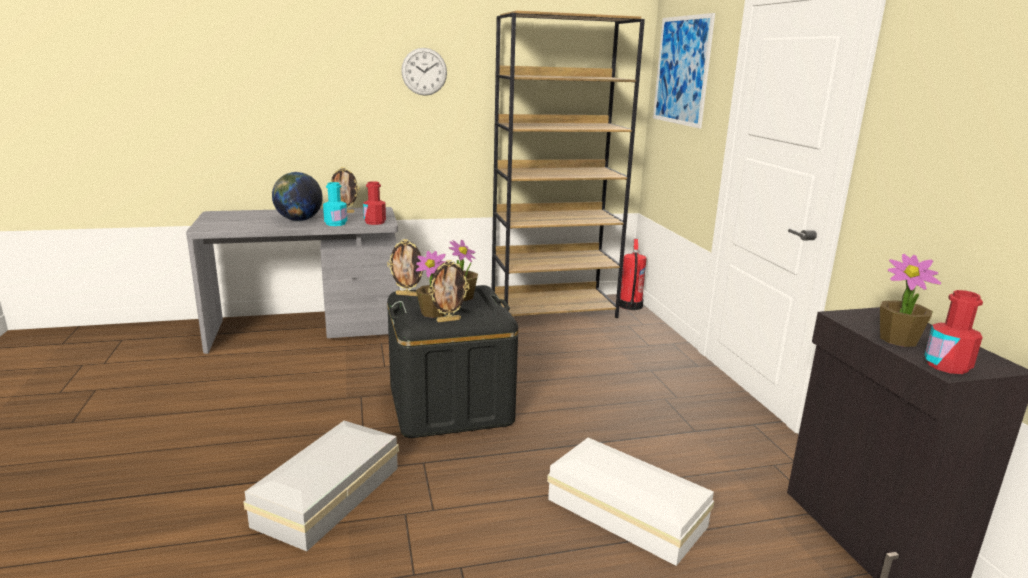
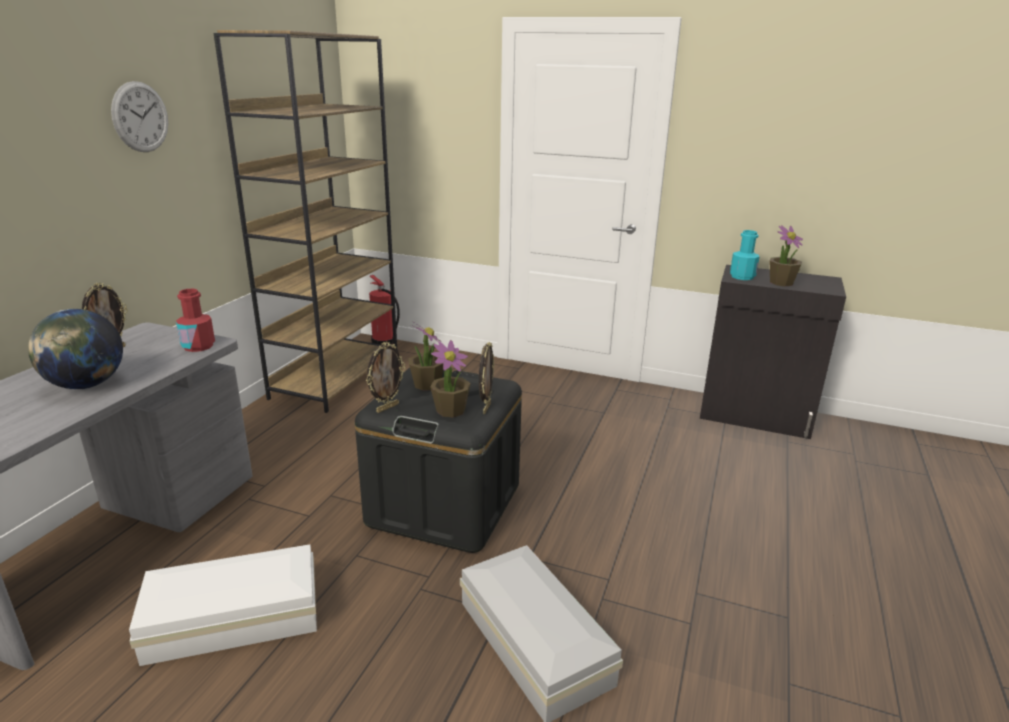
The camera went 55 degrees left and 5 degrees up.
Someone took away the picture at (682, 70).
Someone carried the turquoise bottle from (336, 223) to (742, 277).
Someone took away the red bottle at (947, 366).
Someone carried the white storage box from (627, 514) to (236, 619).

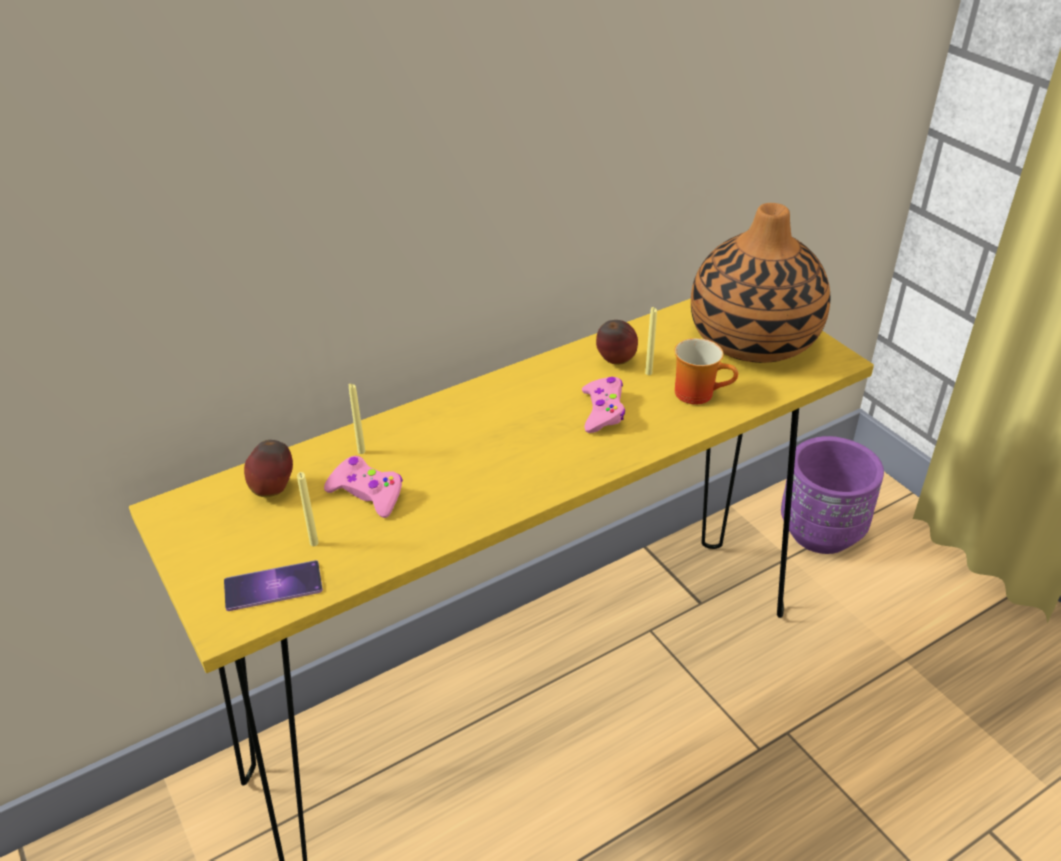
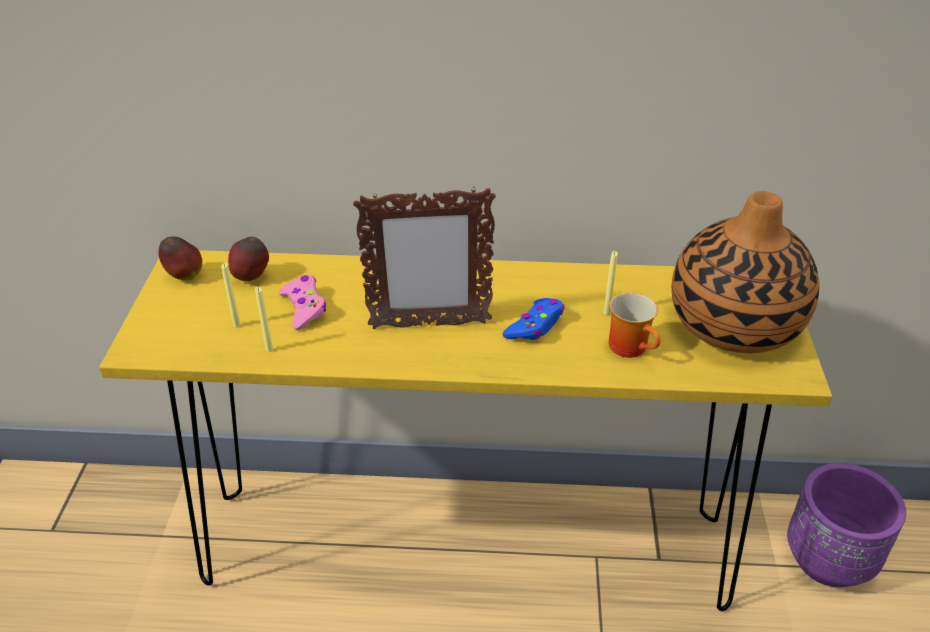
The camera went 35 degrees right and 0 degrees up.
Someone carried the apple from (615, 362) to (184, 277).
Someone repainted the pink game controller at (603, 411), which became the blue game controller at (535, 326).
Someone carried the yellow candle from (361, 451) to (269, 349).
Someone took away the phone at (273, 586).
Someone put down the picture frame at (428, 325).

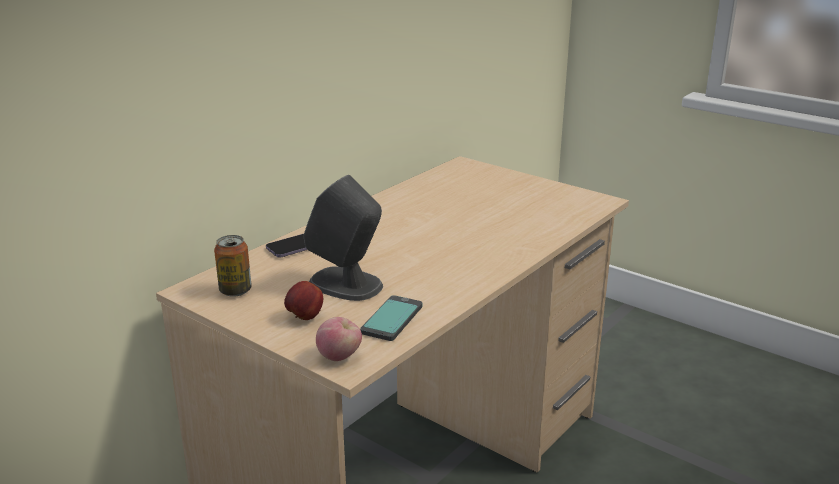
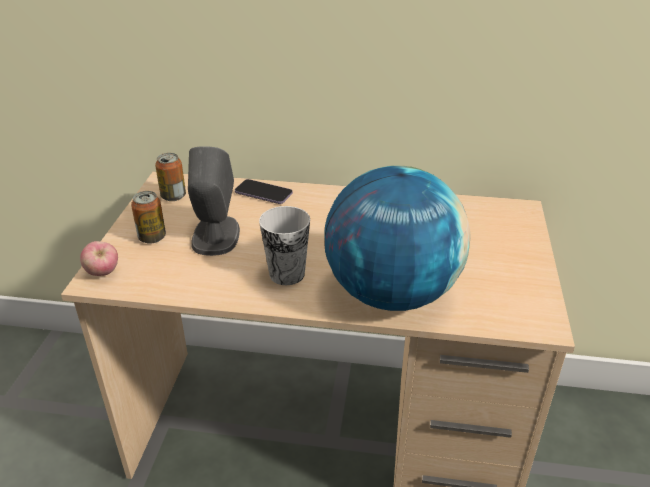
The camera went 60 degrees right and 10 degrees up.
Someone swapped the apple at (305, 317) for the can at (152, 237).
Someone took away the phone at (391, 319).
Someone put down the globe at (391, 294).
Someone put down the cup at (287, 274).

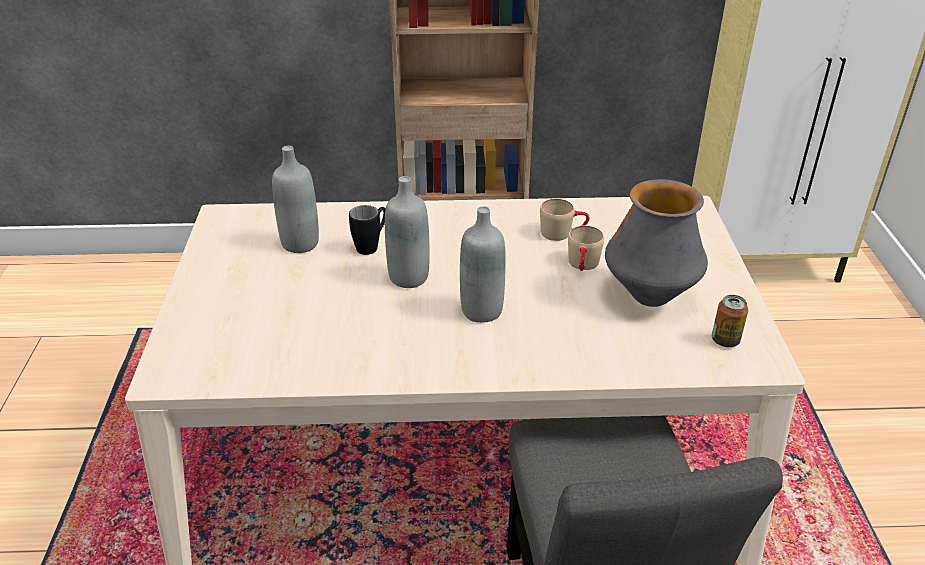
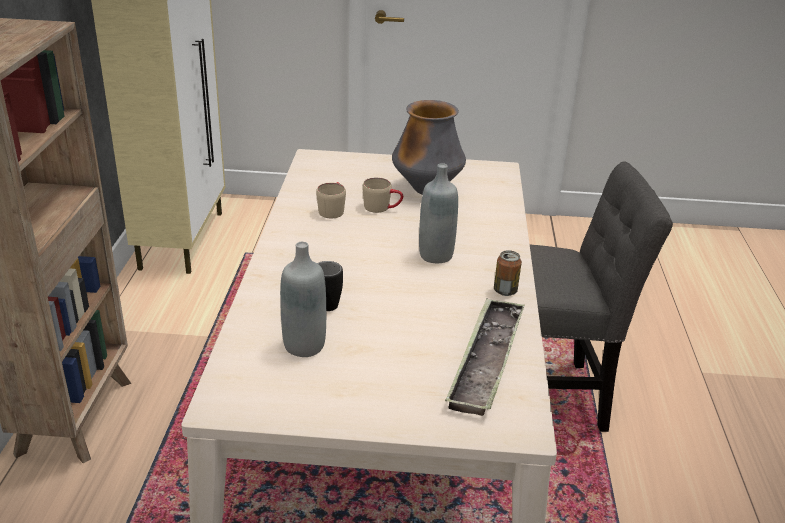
The camera went 85 degrees left and 5 degrees down.
Someone took away the grey bottle at (409, 277).
Someone carried the can from (725, 340) to (505, 291).
Someone put down the tray at (486, 361).

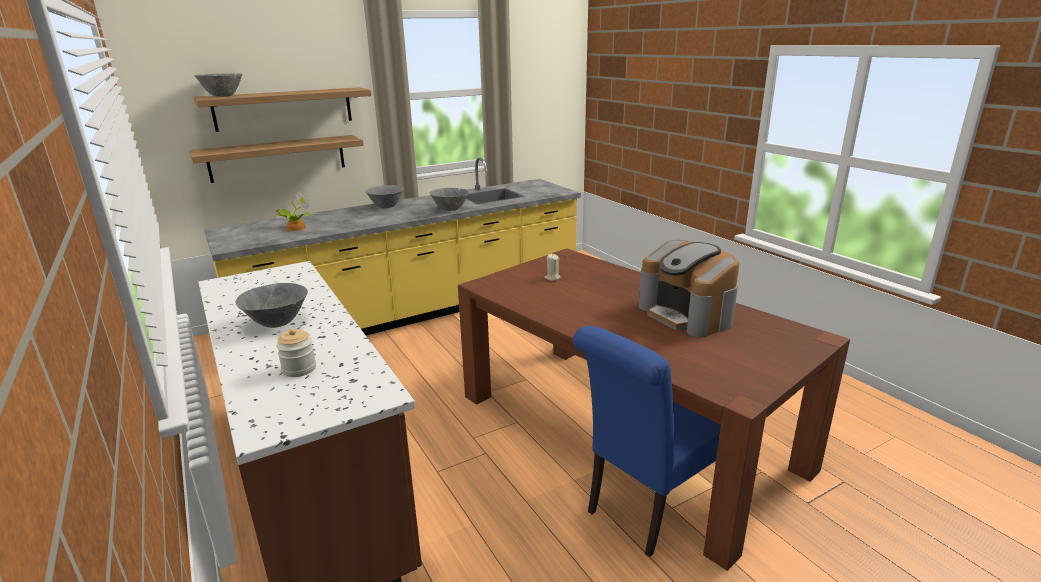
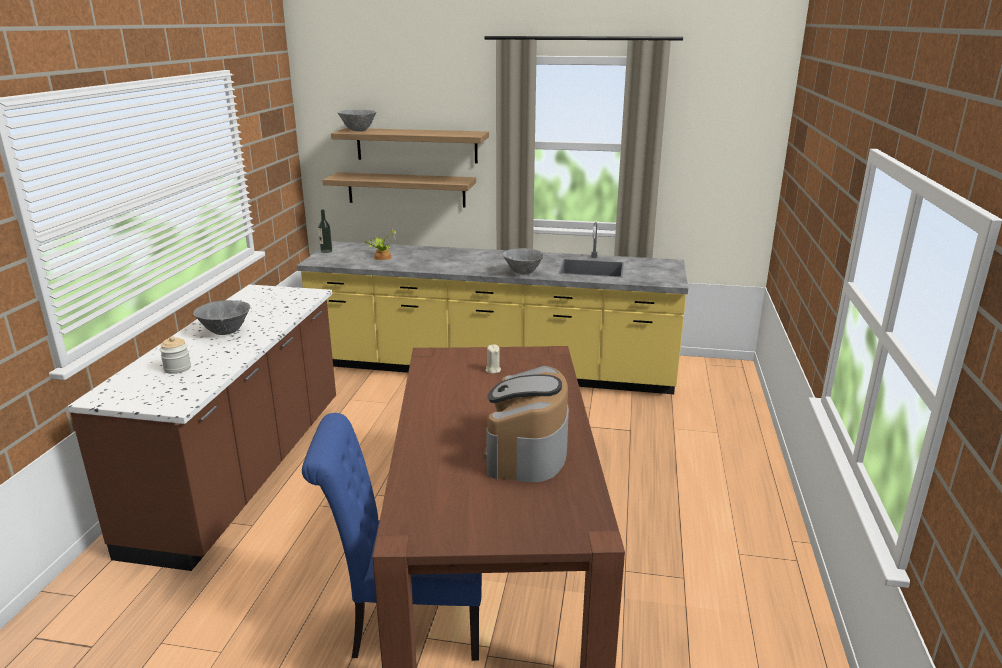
The camera went 40 degrees right and 0 degrees up.
Someone took away the grey bowl at (386, 207).
Someone put down the bottle at (326, 251).

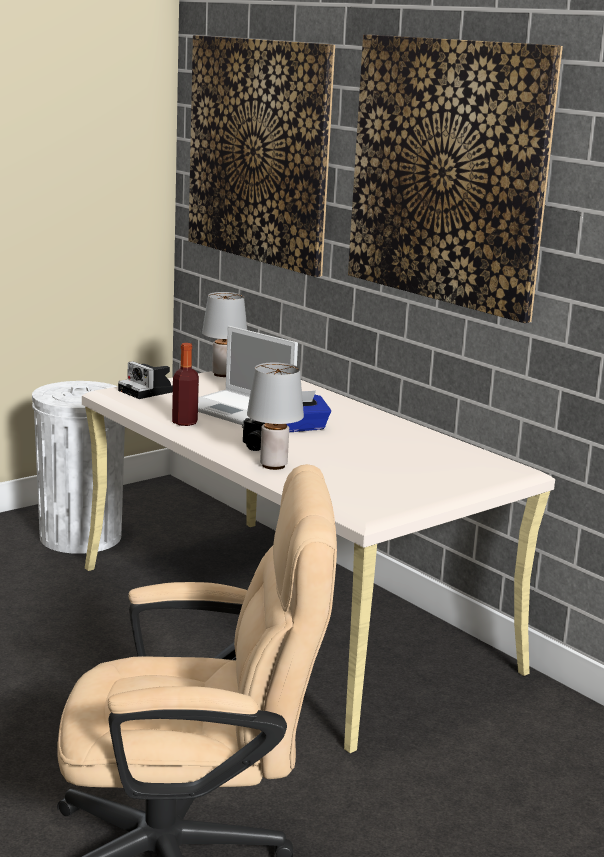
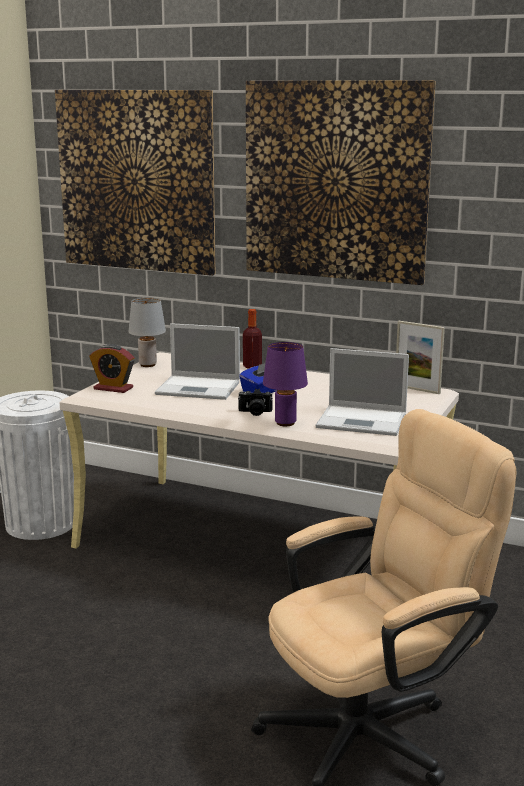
The camera went 25 degrees left and 0 degrees up.
Someone carried the bottle from (184, 422) to (252, 366).
Someone swapped the photo camera at (148, 391) for the alarm clock at (113, 388).
Someone repainted the grey table lamp at (273, 465), which became the purple table lamp at (285, 423).
Someone put down the picture frame at (417, 389).
Someone put down the laptop at (363, 421).

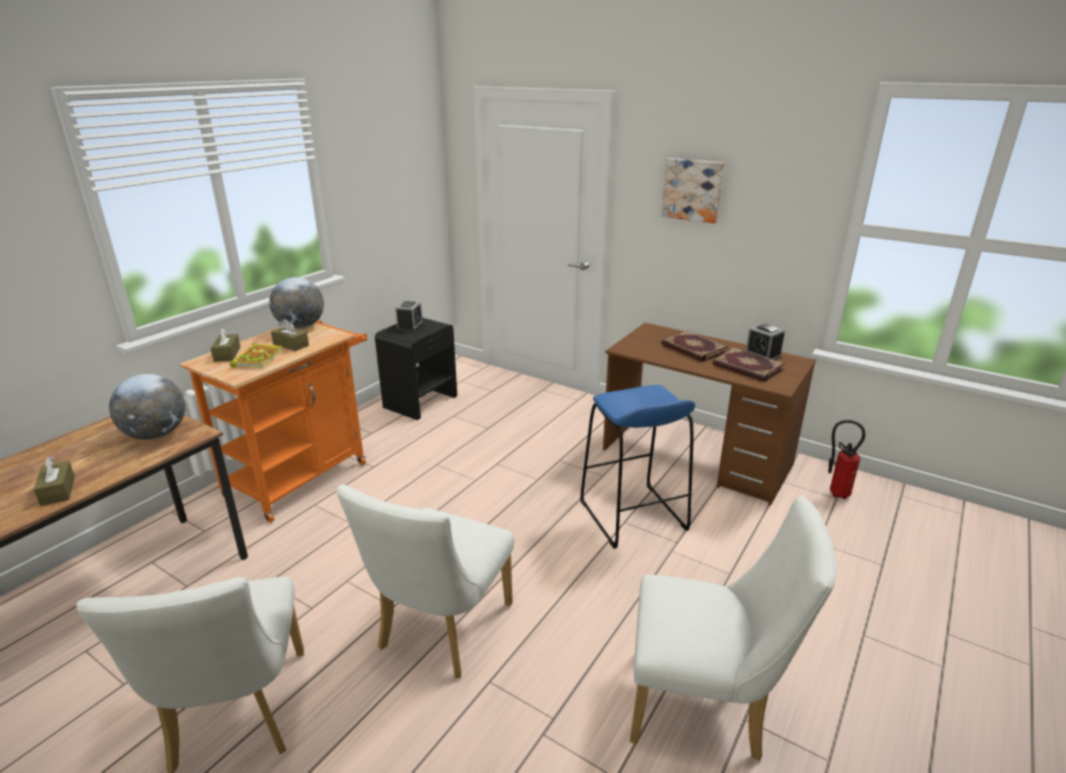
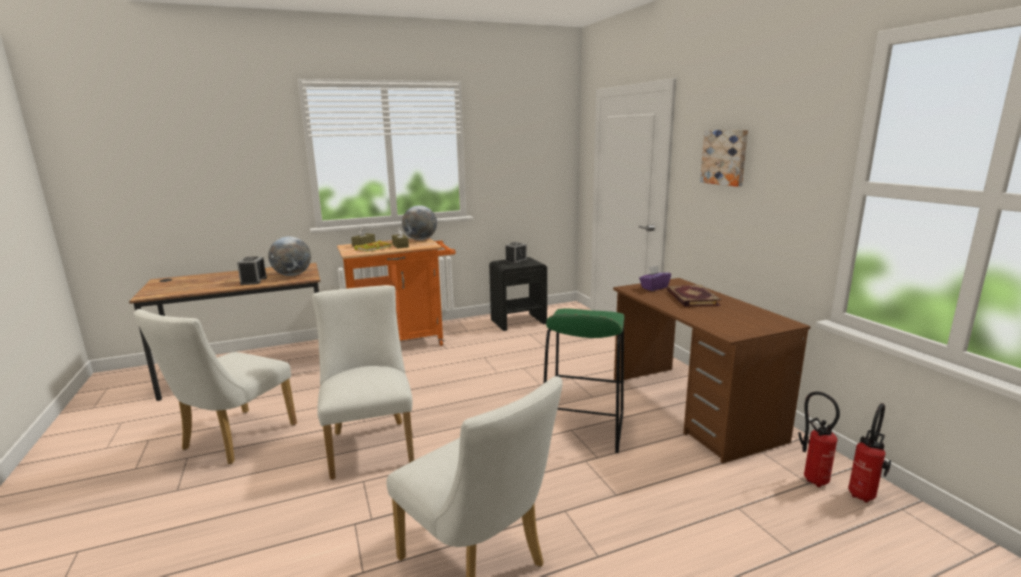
The camera went 35 degrees right and 10 degrees down.
Someone carried the alarm clock from (762, 354) to (253, 281).
Someone took away the book at (747, 367).
Someone repainted the blue stool at (632, 515), which became the green stool at (583, 428).
Someone took away the brown tissue box at (58, 491).
Someone rotated the white chair at (440, 632) by 105 degrees clockwise.
Someone put down the purple tissue box at (654, 288).
Someone put down the fire extinguisher at (864, 495).

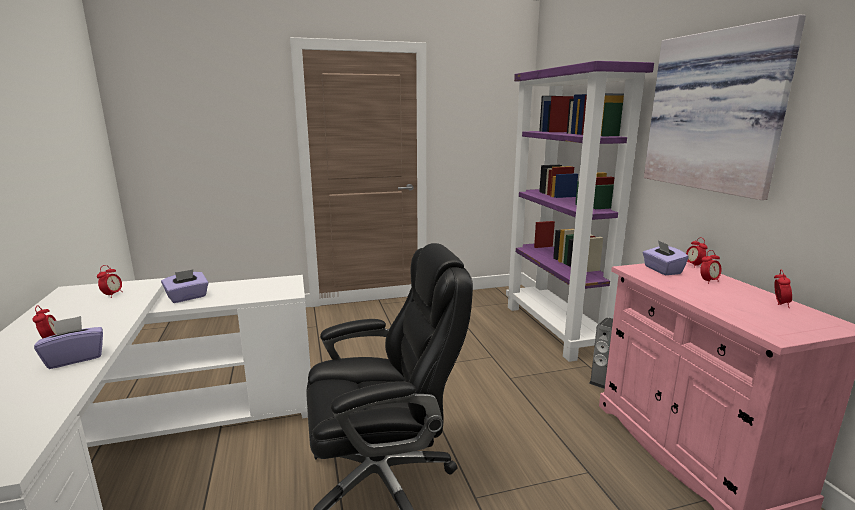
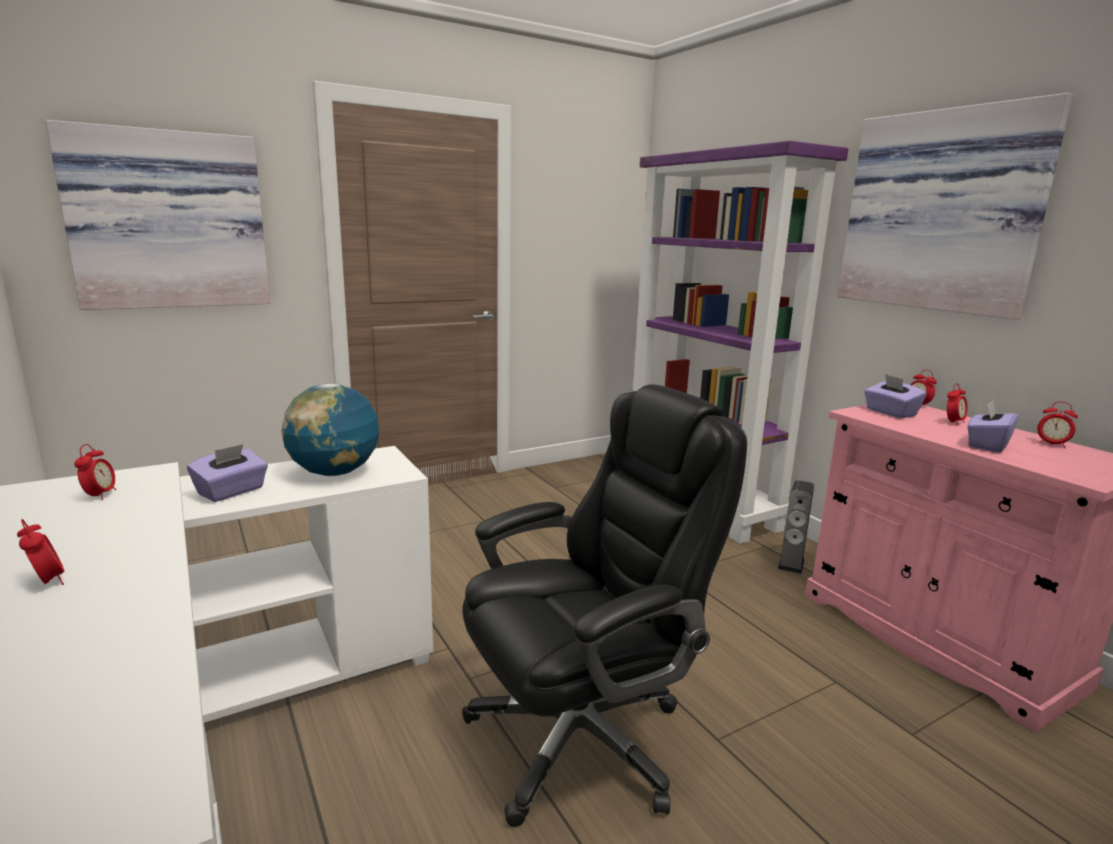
The camera went 15 degrees left and 0 degrees up.
Someone rotated the alarm clock at (779, 304) by 120 degrees clockwise.
Someone carried the purple tissue box from (75, 358) to (987, 445).
Someone put up the picture at (169, 221).
Someone put down the globe at (334, 473).

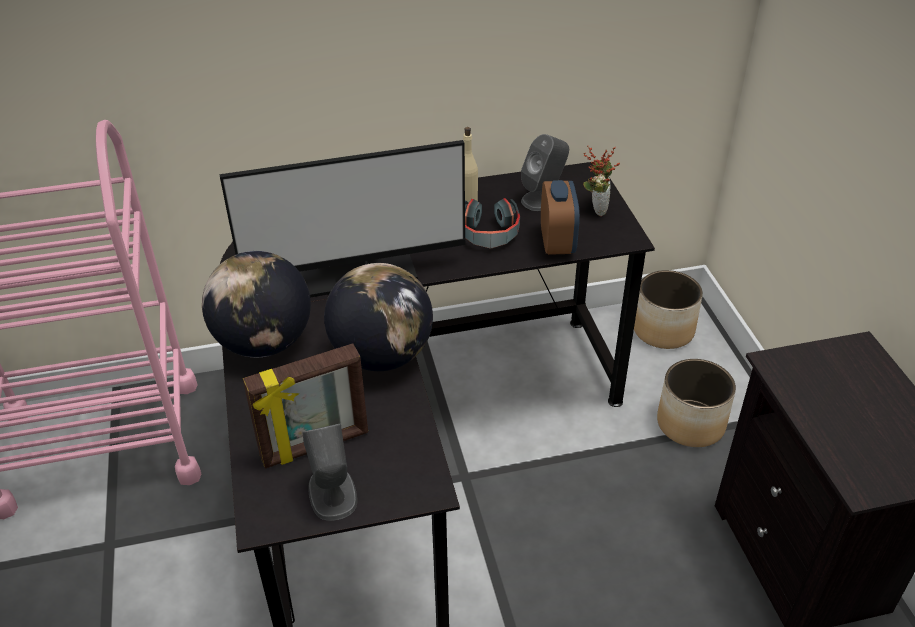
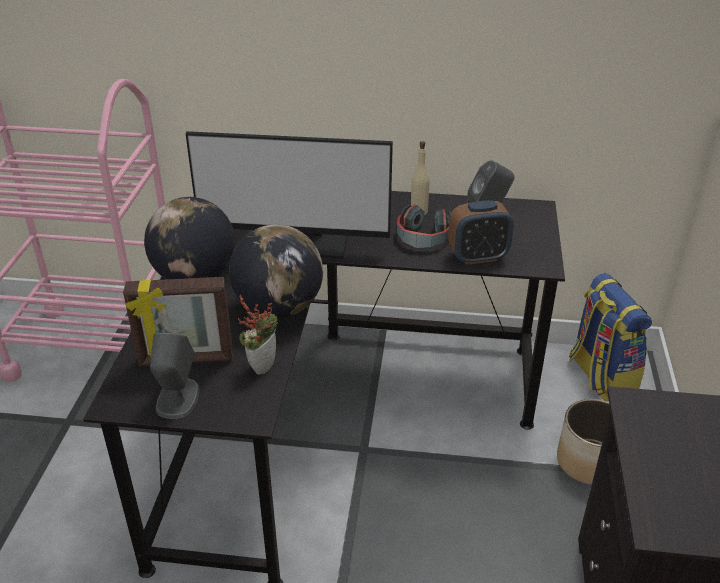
The camera went 20 degrees right and 5 degrees down.
Someone carried the potted plant from (596, 208) to (262, 364).
Someone rotated the alarm clock at (557, 243) by 60 degrees clockwise.
Someone swapped the planter at (662, 330) for the backpack at (600, 376).

